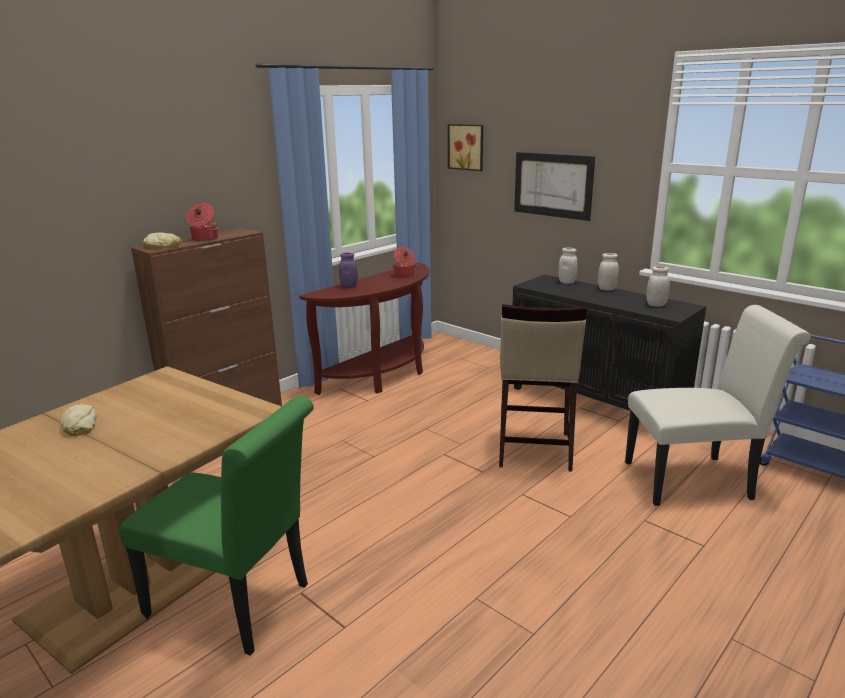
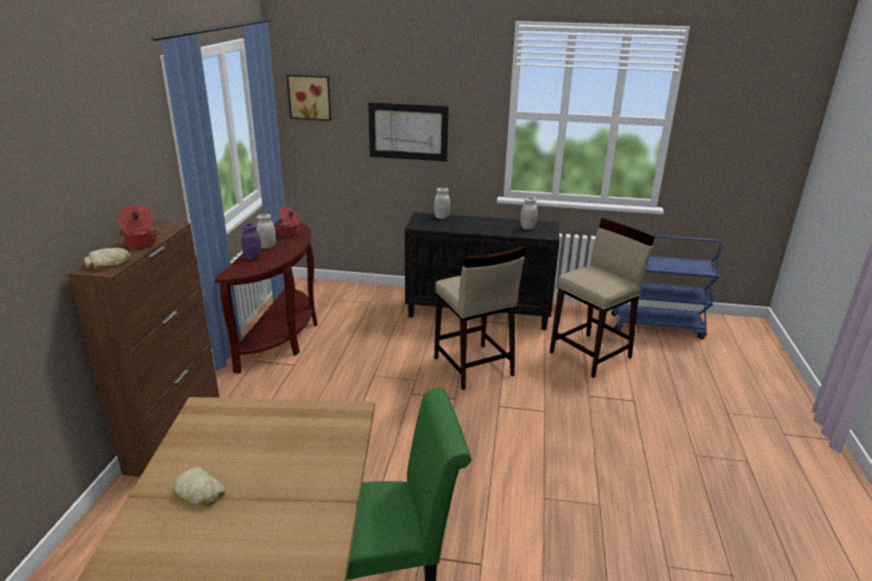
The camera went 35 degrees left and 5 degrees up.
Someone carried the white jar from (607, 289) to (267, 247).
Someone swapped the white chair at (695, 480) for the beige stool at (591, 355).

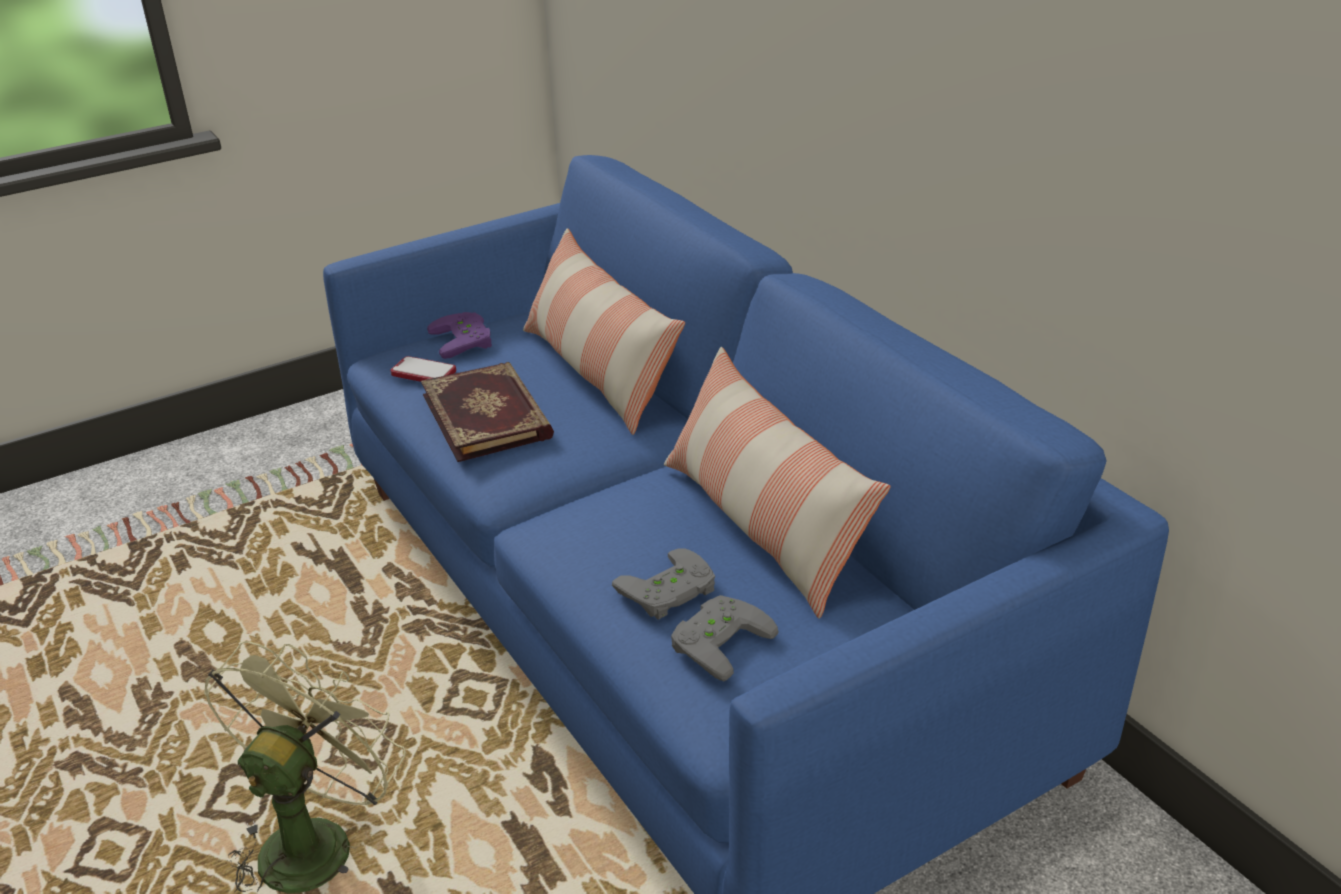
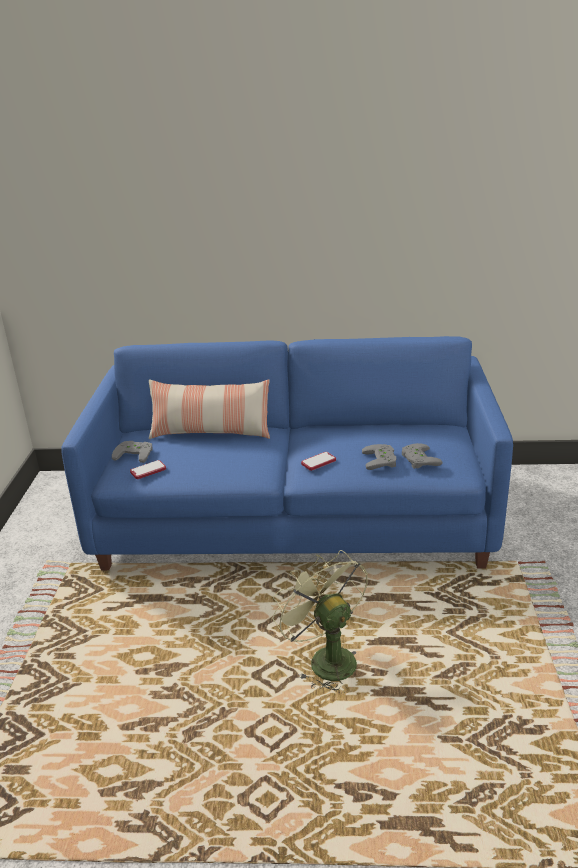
The camera went 55 degrees left and 5 degrees down.
Someone repainted the purple game controller at (466, 340), which became the grey game controller at (135, 453).
Someone took away the pillow at (762, 525).
Someone took away the book at (489, 415).
Someone put down the phone at (318, 462).

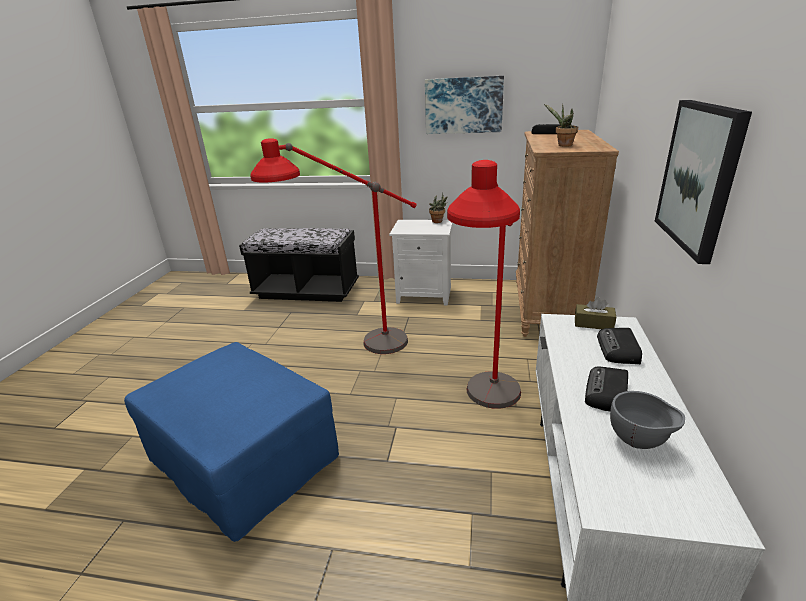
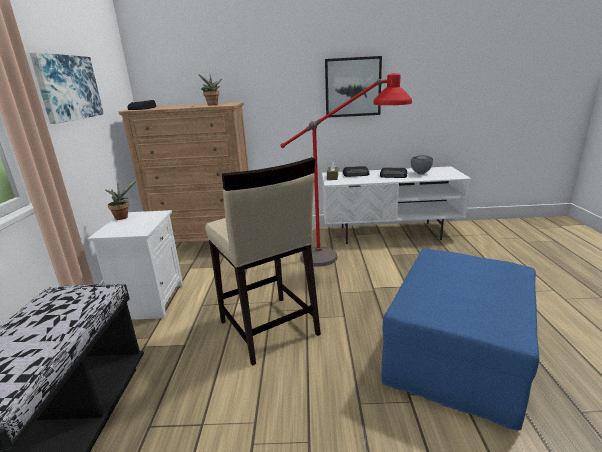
The camera went 100 degrees left and 5 degrees down.
Someone swapped the red floor lamp at (355, 349) for the beige stool at (268, 328).

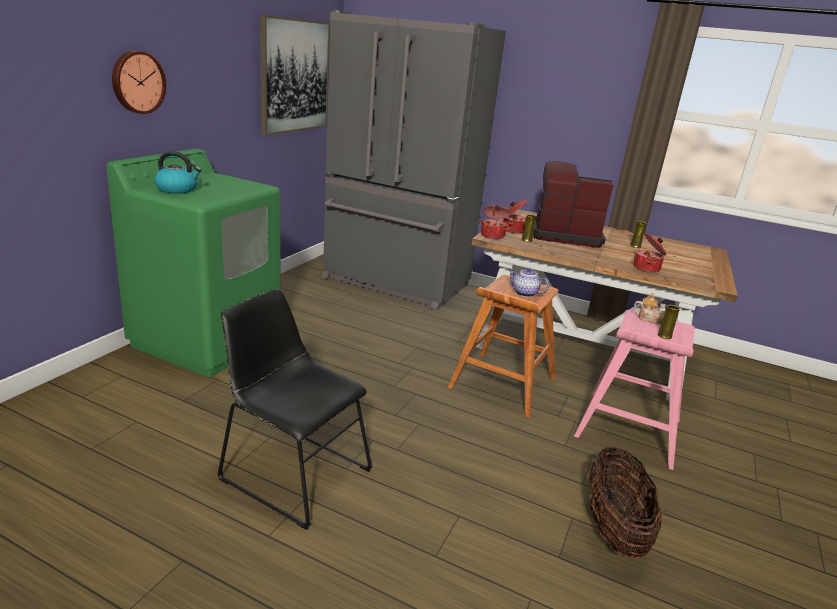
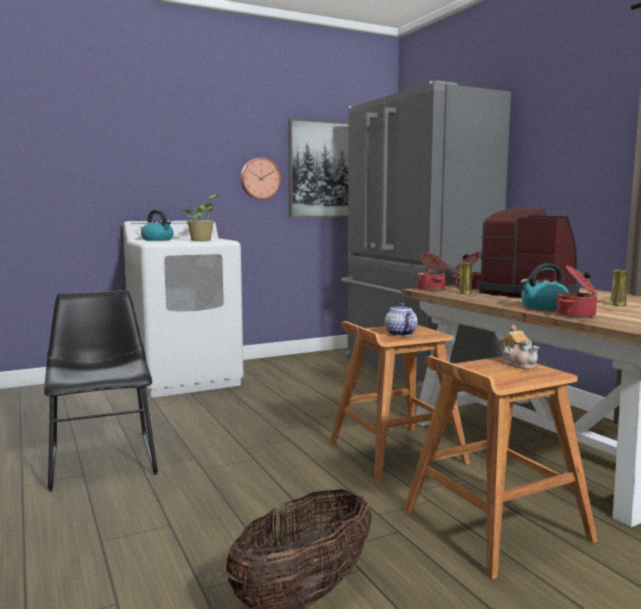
The camera went 40 degrees right and 15 degrees down.
Someone carried the wall clock from (137, 82) to (260, 178).
Someone repainted the green washing machine at (207, 341), which became the white washing machine at (186, 379).
Someone took away the yellow vase at (664, 336).
Someone repainted the pink stool at (628, 428), which became the brown stool at (493, 525).
Someone put down the potted plant at (202, 240).
Someone put down the kettle at (544, 307).

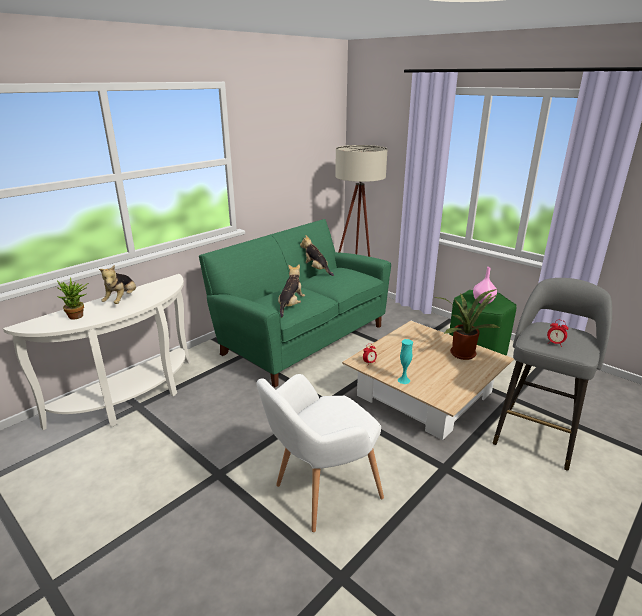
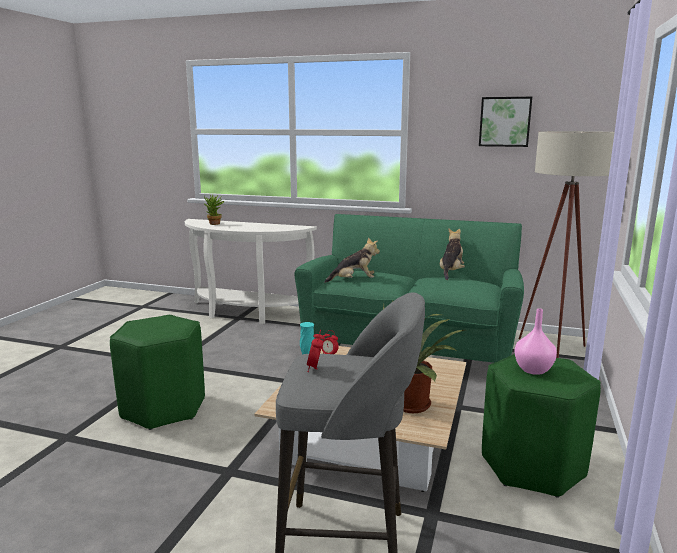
The camera went 65 degrees right and 10 degrees down.
Someone took away the plush toy at (122, 300).
Someone swapped the white armchair at (320, 492) for the green stool at (164, 408).
Someone put up the picture at (505, 122).

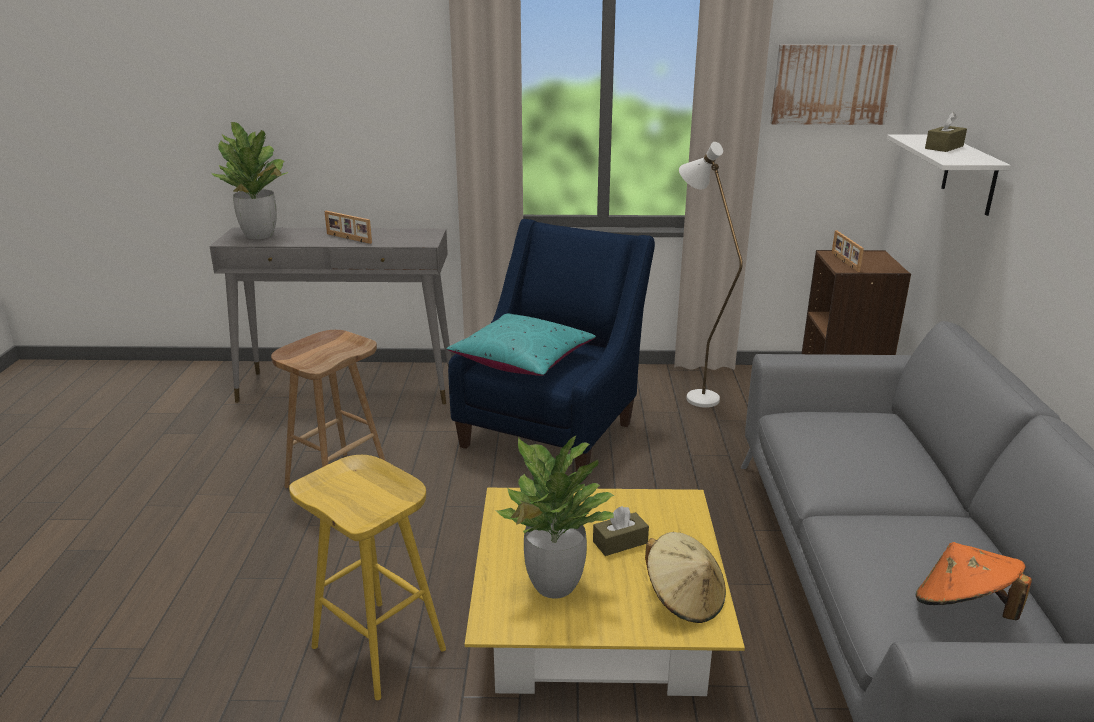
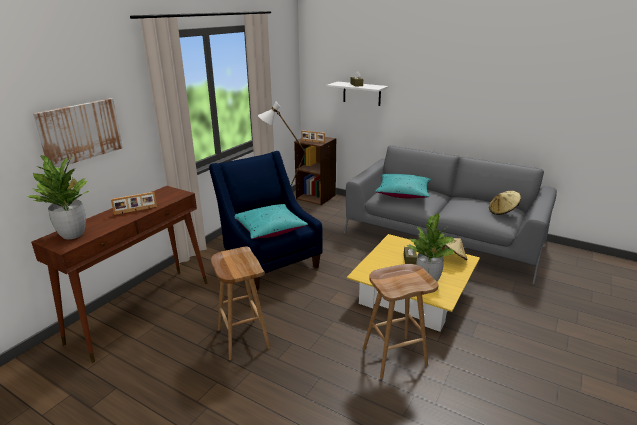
The camera went 60 degrees left and 0 degrees up.
Someone carried the picture from (831, 84) to (80, 132).
Someone repainted the grey console table at (349, 388), which became the brown console table at (142, 310).
Someone repainted the yellow stool at (381, 648), which became the brown stool at (395, 356).
Someone repainted the orange hat at (962, 607), which became the beige hat at (503, 211).
Someone put down the turquoise pillow at (403, 193).

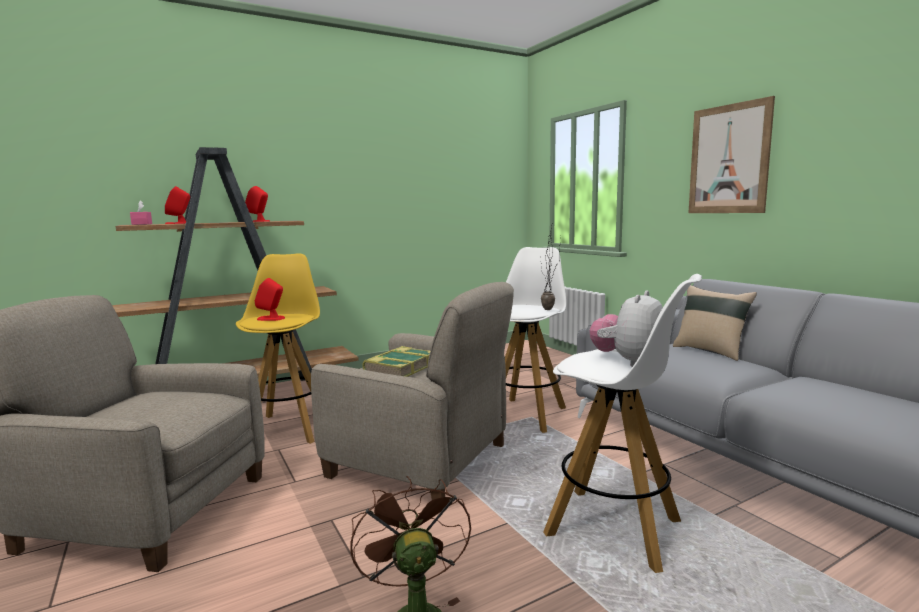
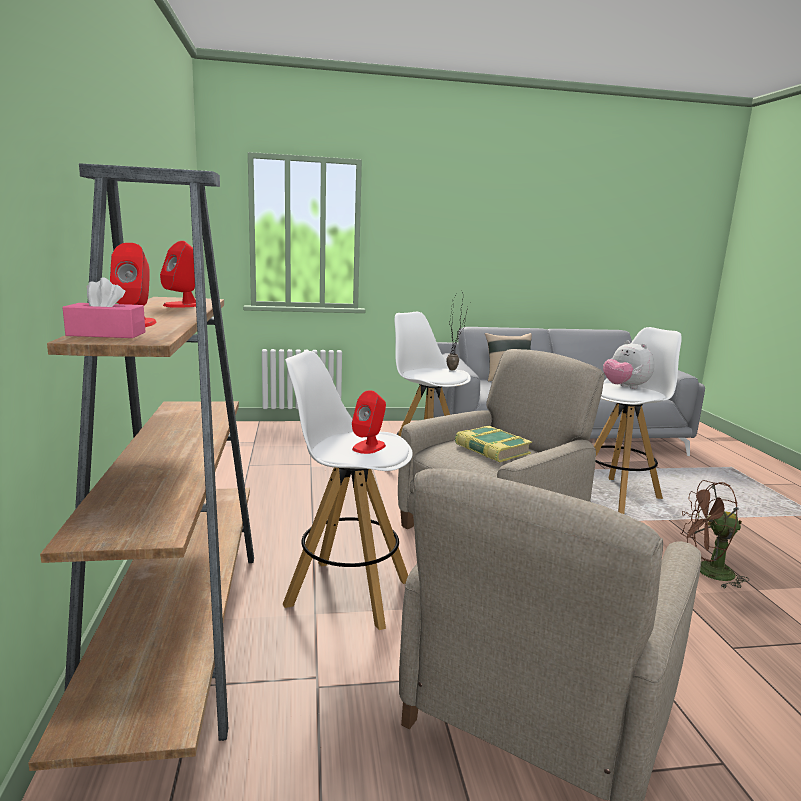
The camera went 70 degrees left and 5 degrees up.
Someone took away the picture at (728, 159).
Someone repainted the yellow stool at (289, 428), which became the white stool at (347, 592).

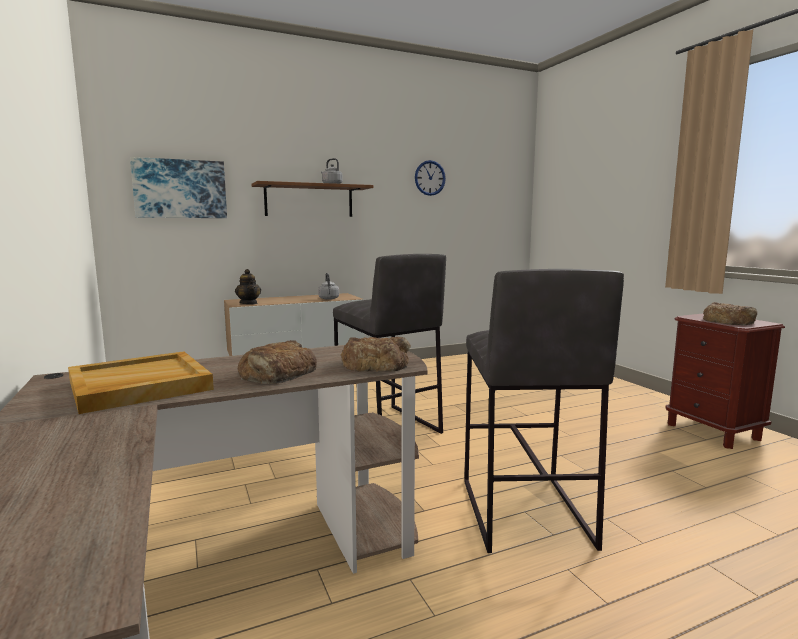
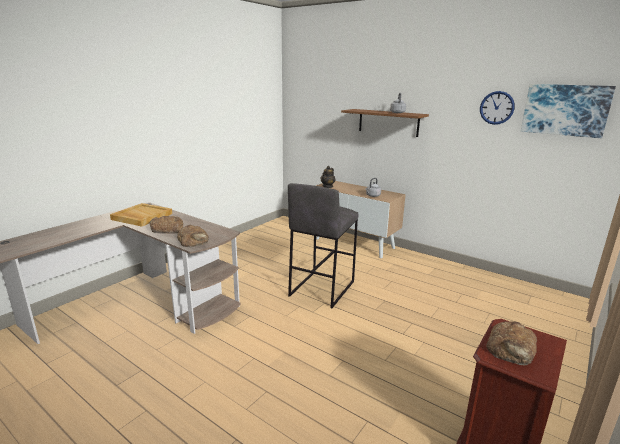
The camera went 60 degrees right and 10 degrees up.
Someone carried the picture from (180, 189) to (565, 110).
Someone took away the grey stool at (523, 513).

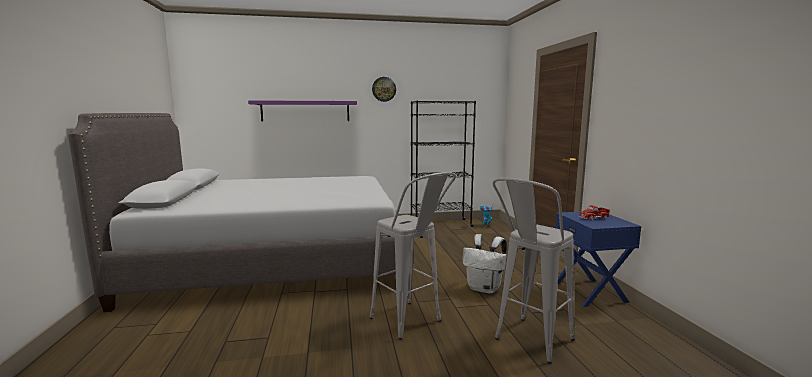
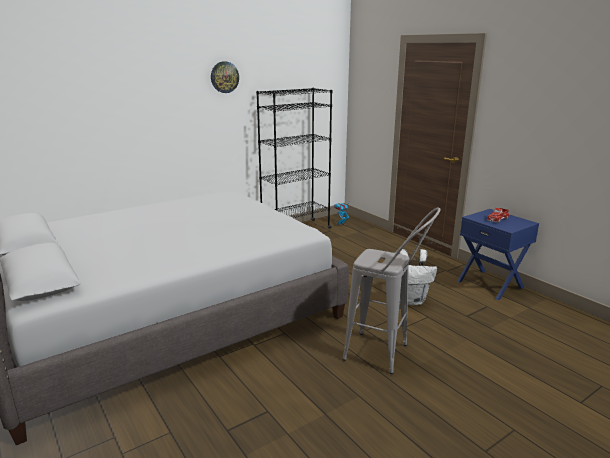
The camera went 25 degrees left and 10 degrees up.
Someone took away the purple shelf at (305, 111).
Someone took away the grey stool at (528, 344).

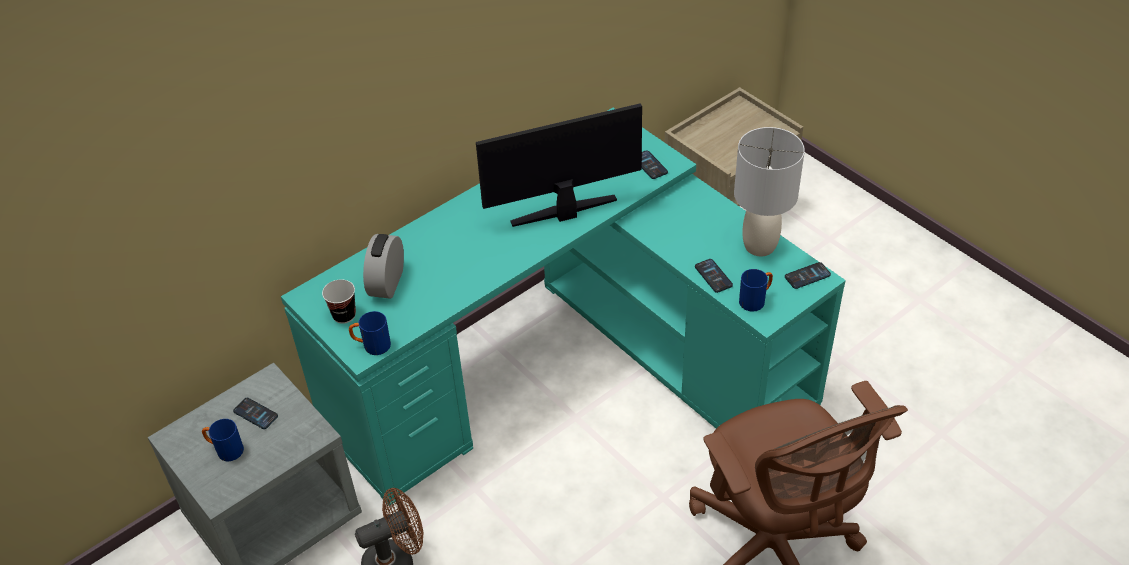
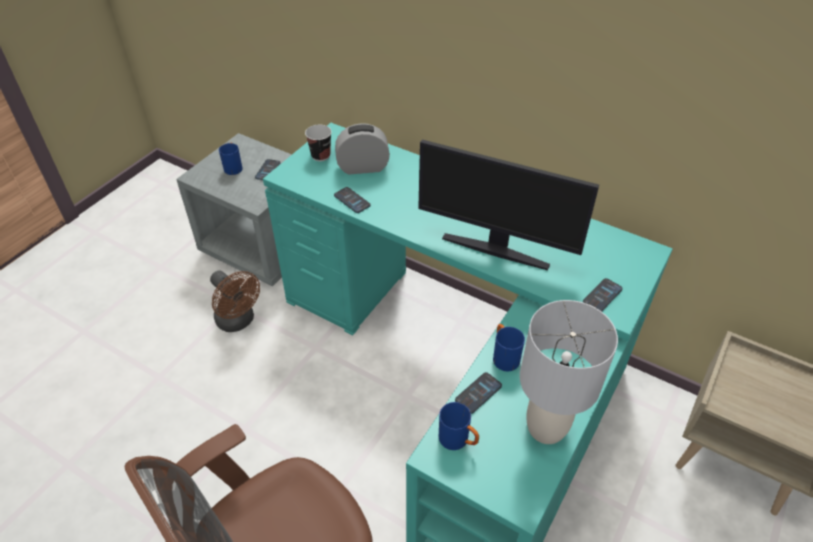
The camera went 70 degrees right and 0 degrees up.
Someone rotated the monitor at (565, 213) by 150 degrees clockwise.
Someone carried the phone from (807, 276) to (352, 200).
Someone carried the blue mug from (372, 346) to (503, 356).

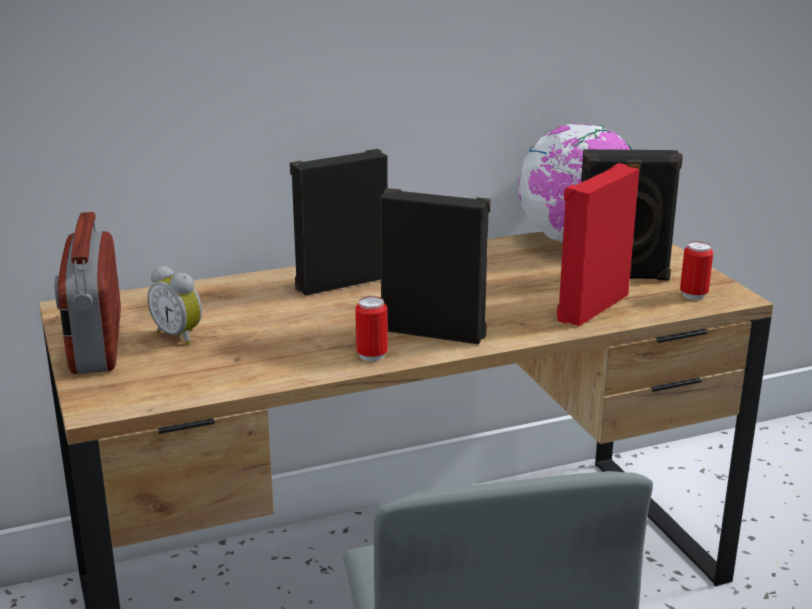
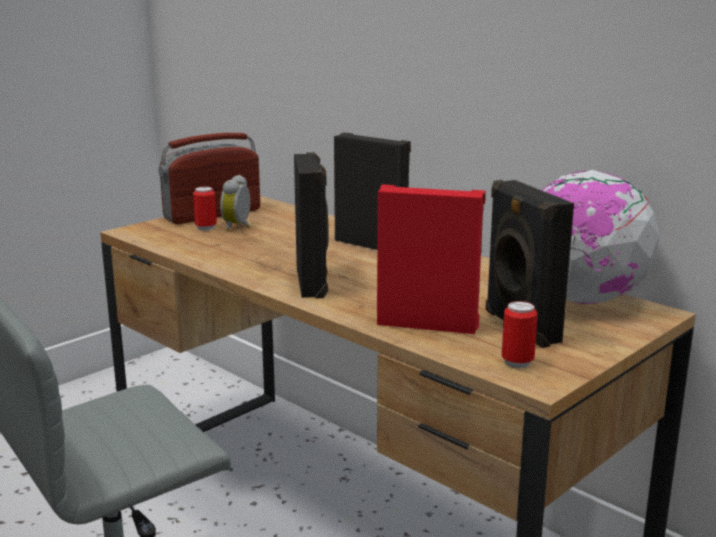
The camera went 65 degrees right and 5 degrees down.
Someone carried the can from (372, 355) to (206, 228).

